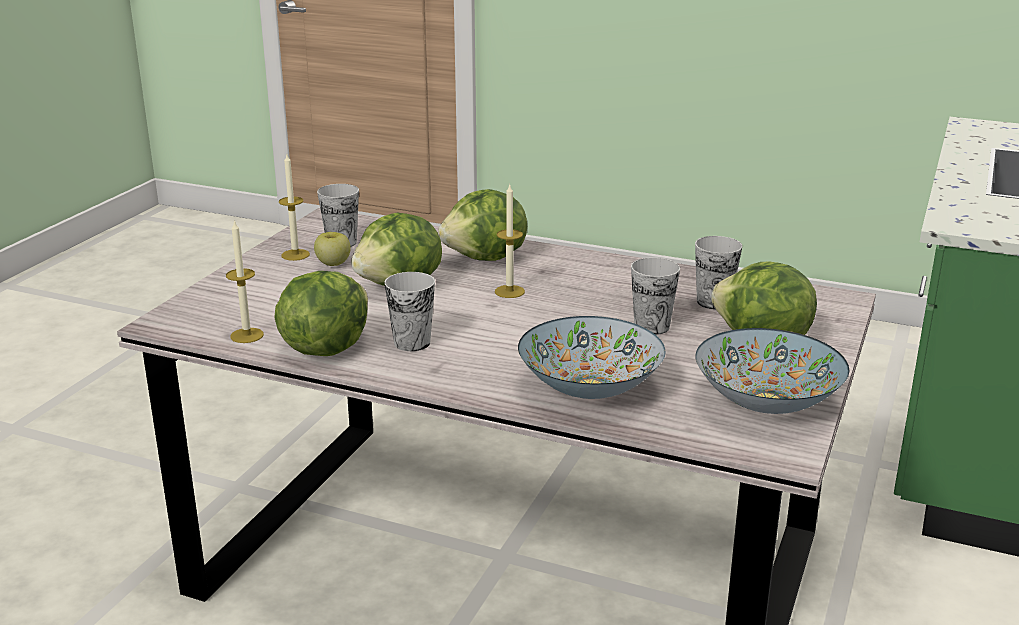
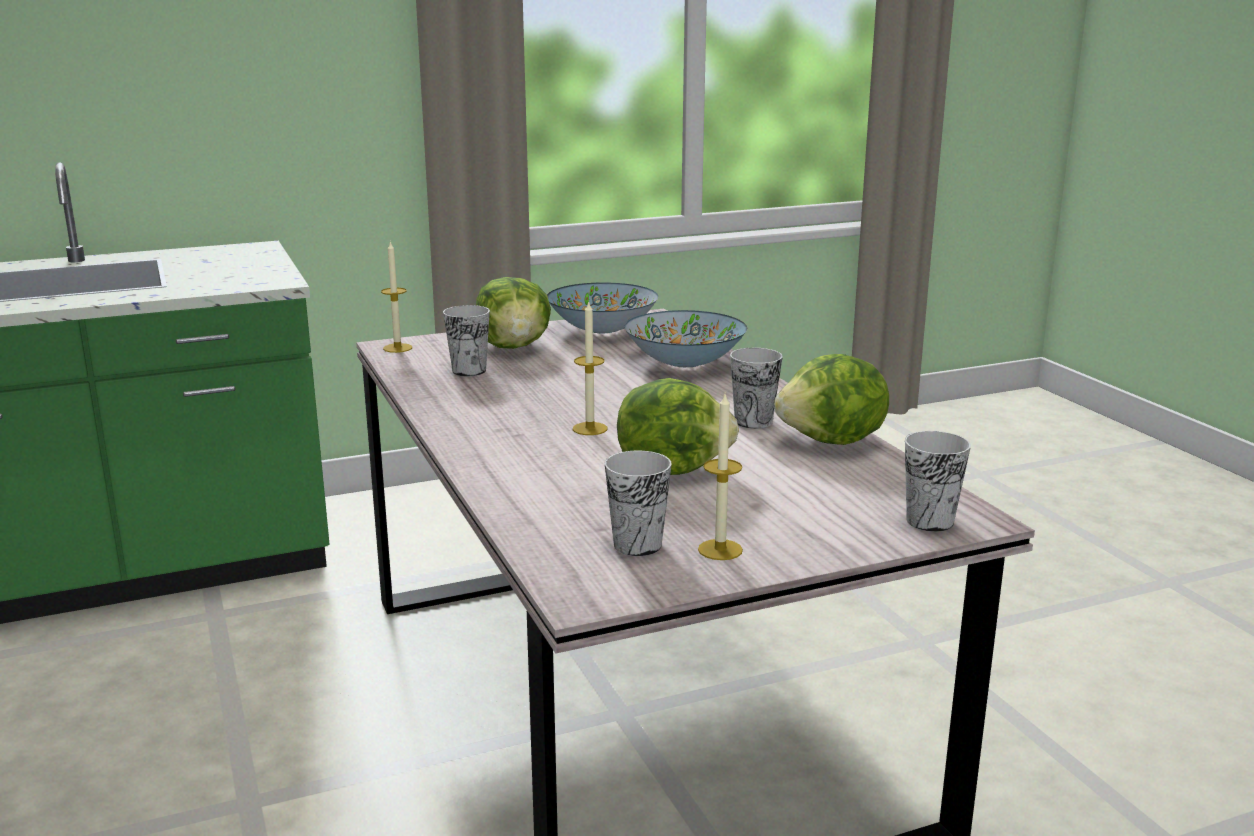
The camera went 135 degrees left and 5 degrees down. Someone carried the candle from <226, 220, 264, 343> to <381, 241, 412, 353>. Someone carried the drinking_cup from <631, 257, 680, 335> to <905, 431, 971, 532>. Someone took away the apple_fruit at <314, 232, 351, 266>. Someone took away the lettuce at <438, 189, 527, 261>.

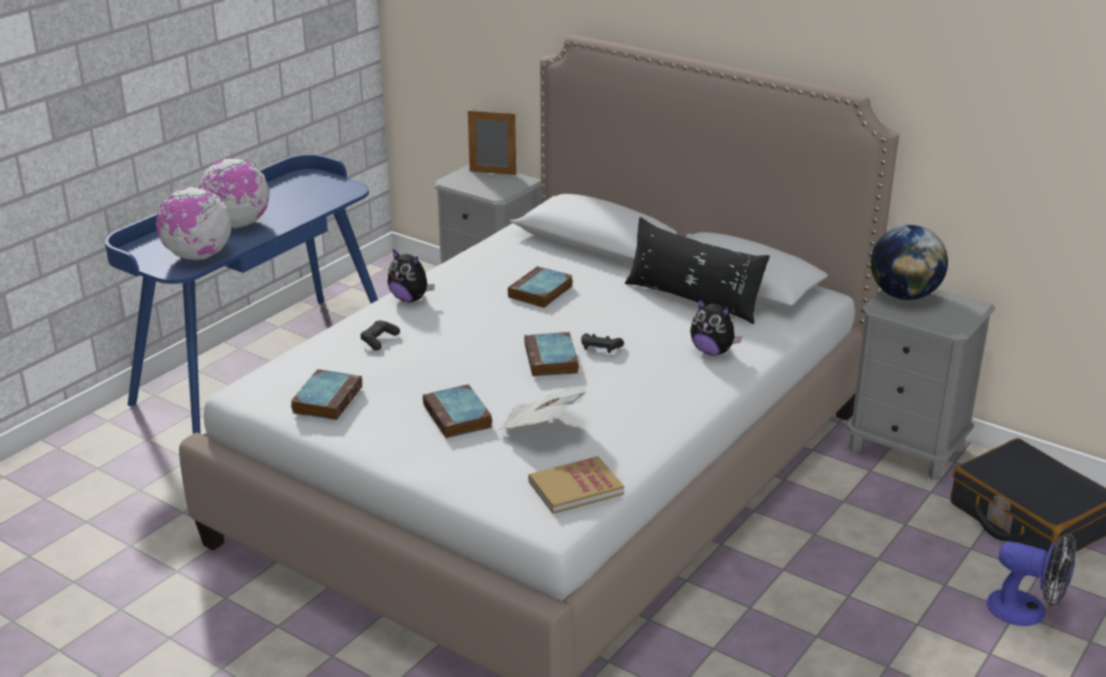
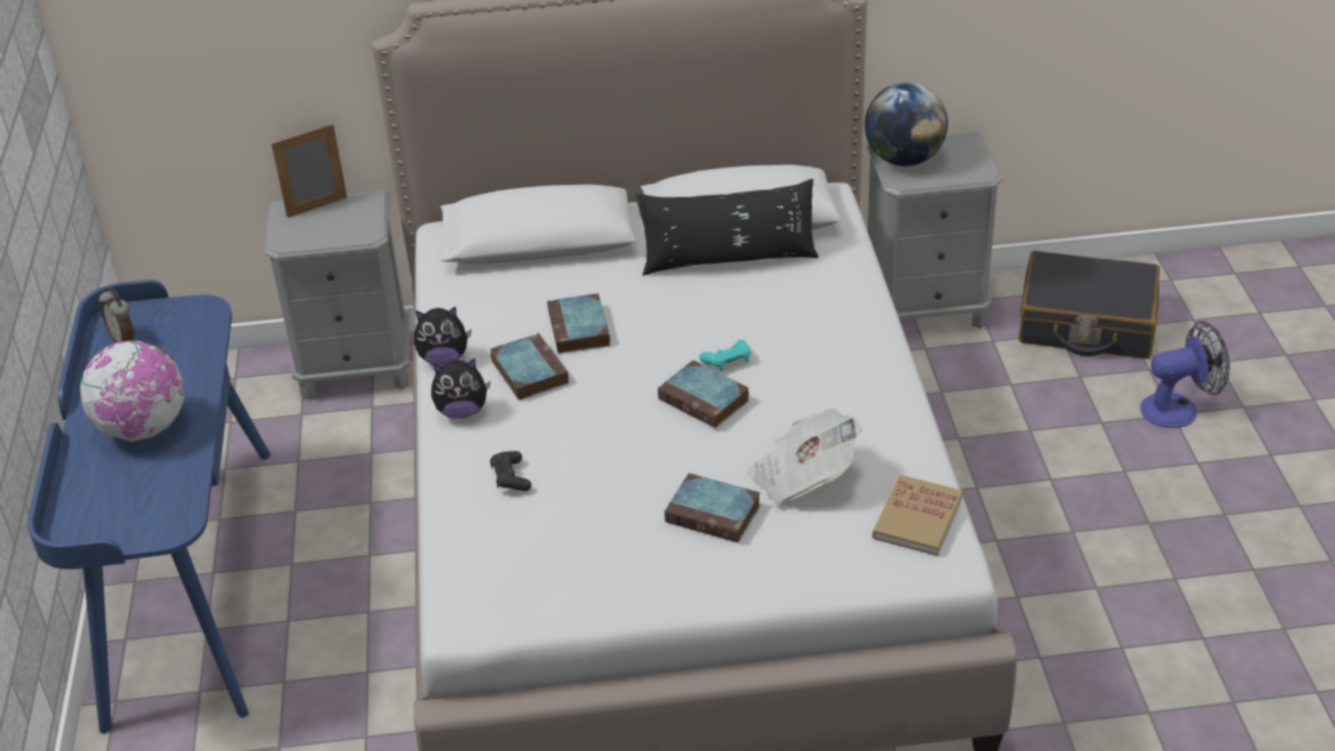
The camera went 40 degrees left and 10 degrees up. Someone put down the table_clock at <99, 287, 134, 343>. Someone carried the plush_toy from <690, 298, 742, 355> to <414, 306, 472, 365>. Someone carried the volume from <291, 369, 362, 420> to <490, 333, 568, 400>. Someone repainted the black-coloured_gamepad at <581, 333, 624, 353>, which became the blue-green_gamepad at <699, 340, 751, 371>. Someone took away the globe at <156, 187, 231, 261>.

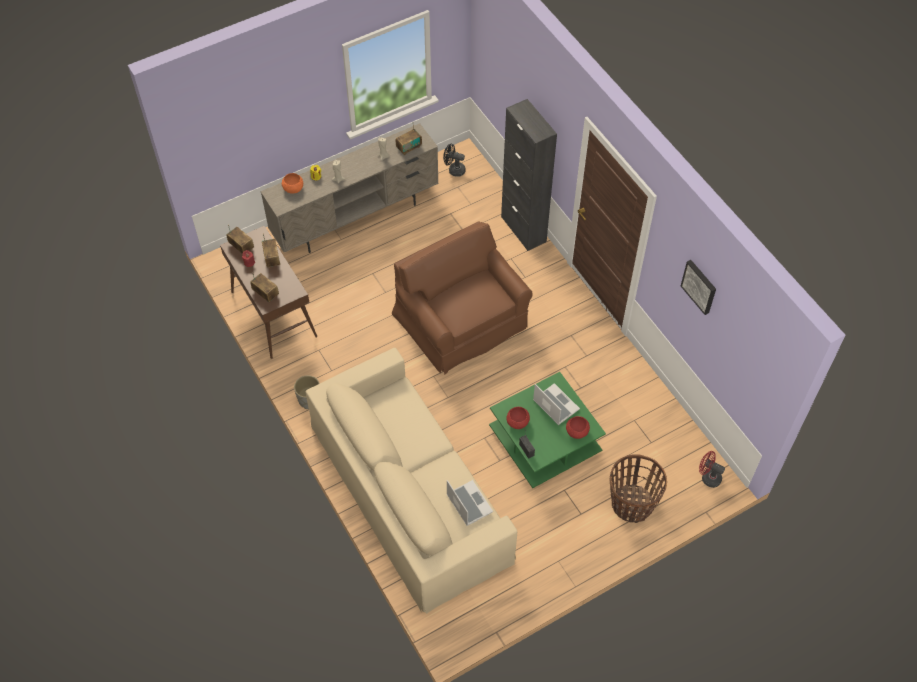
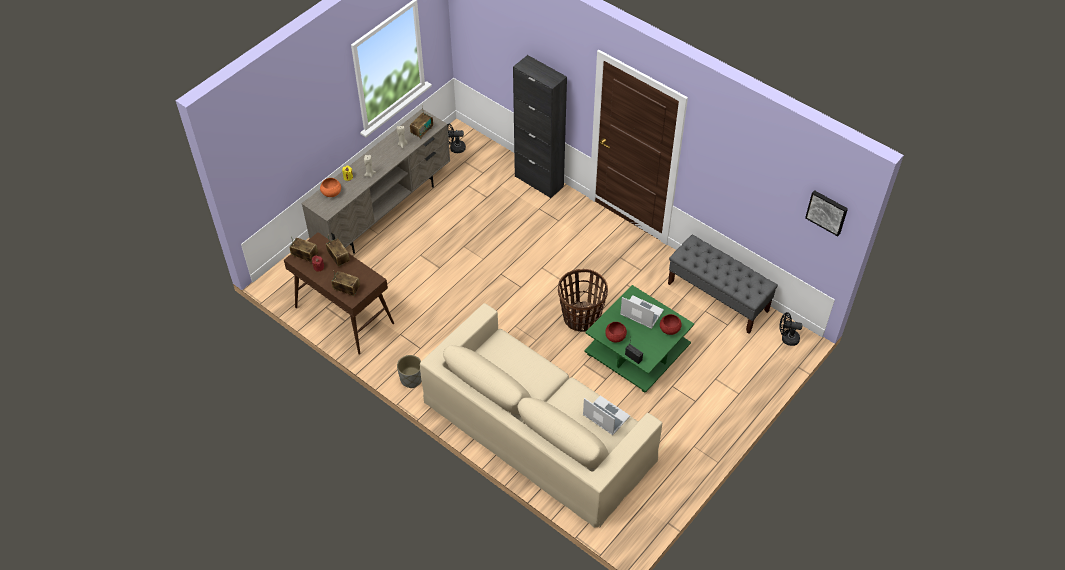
The camera went 20 degrees left and 5 degrees down. Someone carried the household_basket from <610, 454, 667, 523> to <558, 269, 608, 332>. Someone put down the grey_indoor_bench at <668, 235, 778, 334>. Someone repainted the red-coloured_electric_fan at <699, 451, 725, 488>, which became the black-coloured_electric_fan at <780, 312, 803, 346>. Someone carried the wall_art from <681, 260, 716, 315> to <805, 190, 848, 236>. Someone took away the brownish_armchair at <392, 222, 533, 375>.

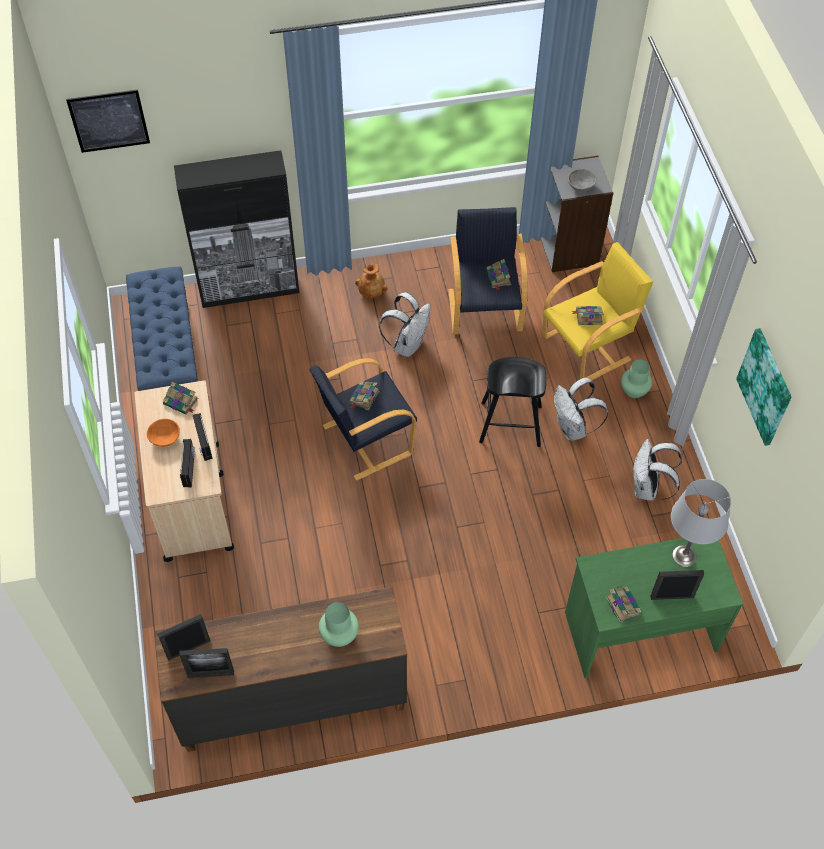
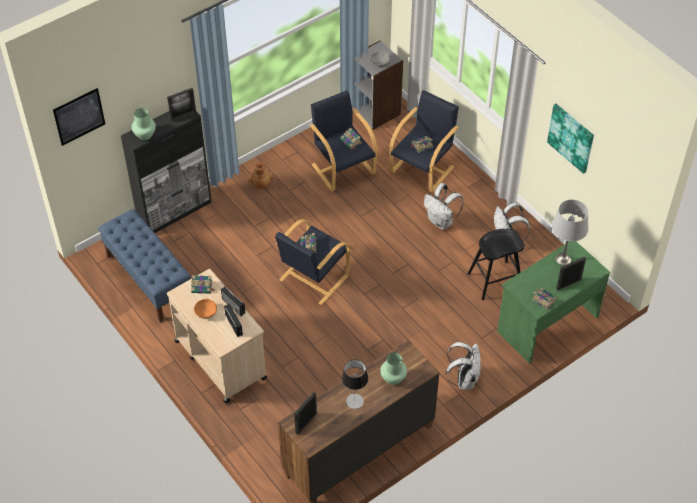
The camera went 25 degrees left and 5 degrees down. Someone carried the green_vase from <621, 360, 652, 398> to <132, 108, 156, 140>. Someone carried the picture_frame from <179, 648, 234, 678> to <167, 88, 196, 122>. Someone put down the tabletop_lamp at <342, 360, 368, 409>. Someone repainted the yellow_armchair at <542, 242, 653, 380>, which became the black-coloured_armchair at <389, 90, 459, 192>. Someone carried the whitish_rucksack from <379, 292, 431, 357> to <445, 342, 481, 390>. Someone carried the black-coloured_sitting_stool from <479, 357, 546, 447> to <468, 229, 524, 300>.

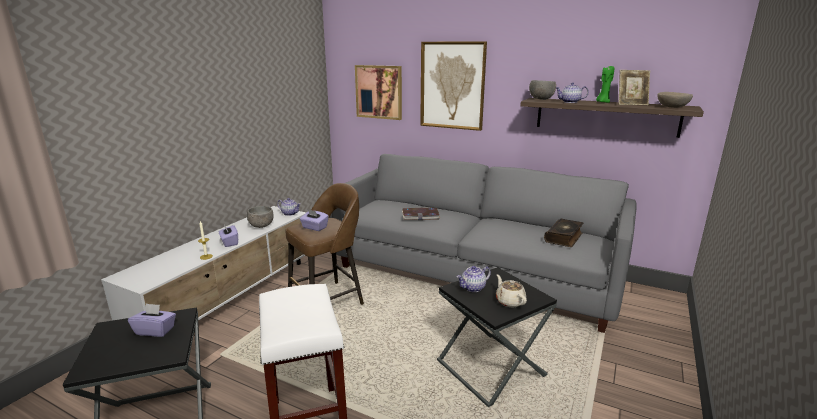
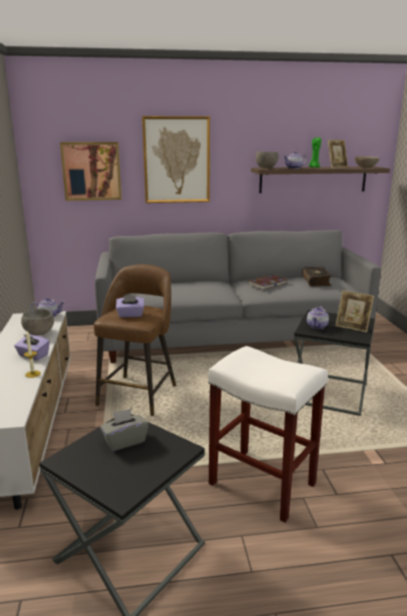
The camera went 35 degrees left and 0 degrees up. Someone repainted the purple-coloured_tissue_holder at <128, 303, 176, 337>, which became the grey_tissue_holder at <100, 408, 149, 451>. Someone carried the volume from <402, 208, 440, 220> to <248, 275, 288, 290>. Someone swapped the beige_pot_for_tea at <496, 274, 527, 307> for the picture_frame at <336, 290, 374, 332>.

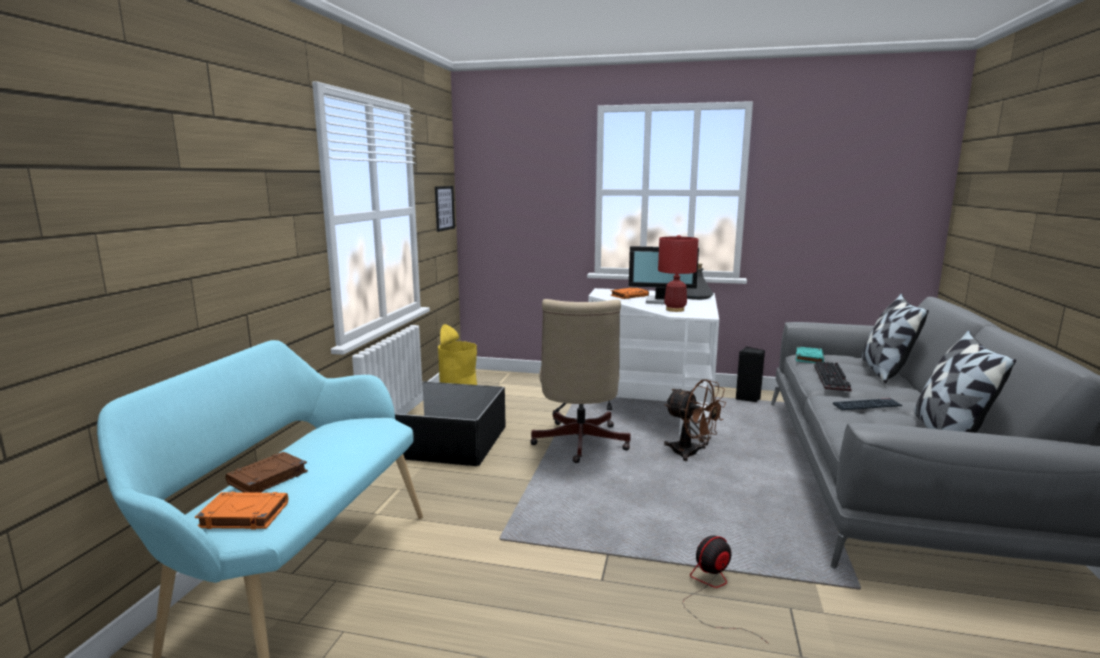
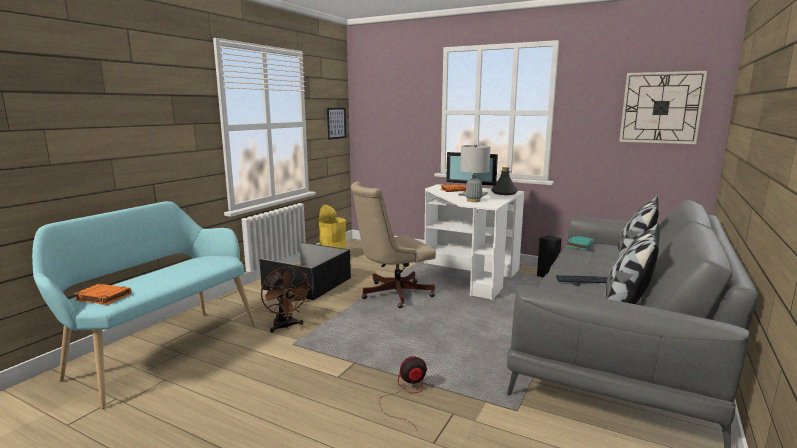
The camera went 15 degrees right and 0 degrees up. Someone carried the brownish_electric_fan from <664, 379, 726, 461> to <261, 266, 312, 333>. Someone rotated the beige_office_chair at <530, 299, 631, 463> by 45 degrees clockwise. Someone repainted the red-coloured_tabletop_lamp at <658, 235, 699, 312>, which became the grey_tabletop_lamp at <460, 144, 491, 202>. Someone put up the clock_on_the_wall at <619, 71, 707, 144>. Someone took away the brownish_volume at <226, 452, 308, 493>. Someone took away the keyboard at <814, 361, 852, 392>.

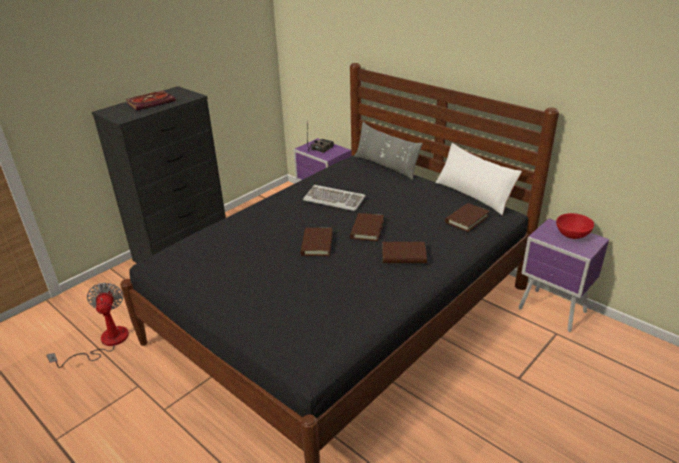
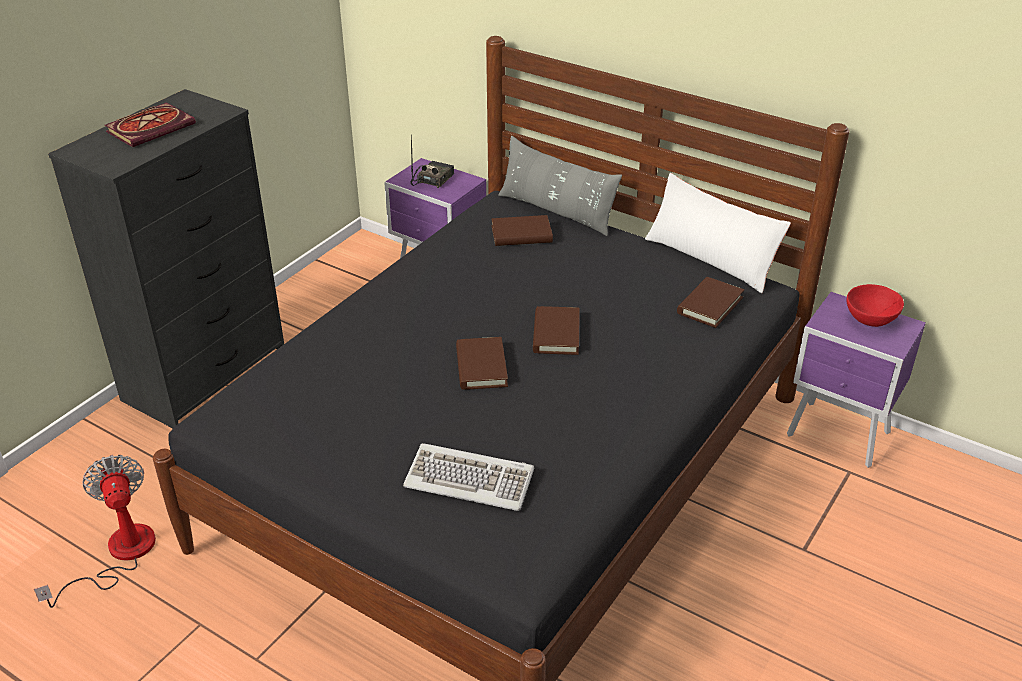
The camera went 10 degrees left and 5 degrees up. Someone carried the keyboard from <303, 185, 366, 211> to <403, 443, 534, 511>. Someone carried the brownish_volume from <382, 242, 427, 263> to <491, 215, 553, 246>.

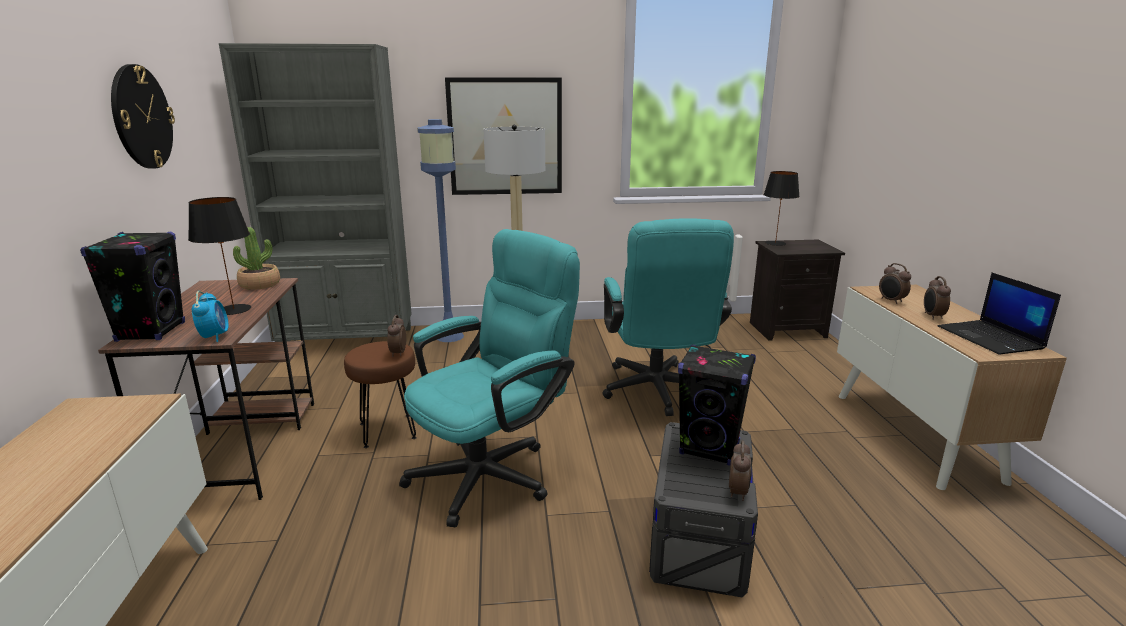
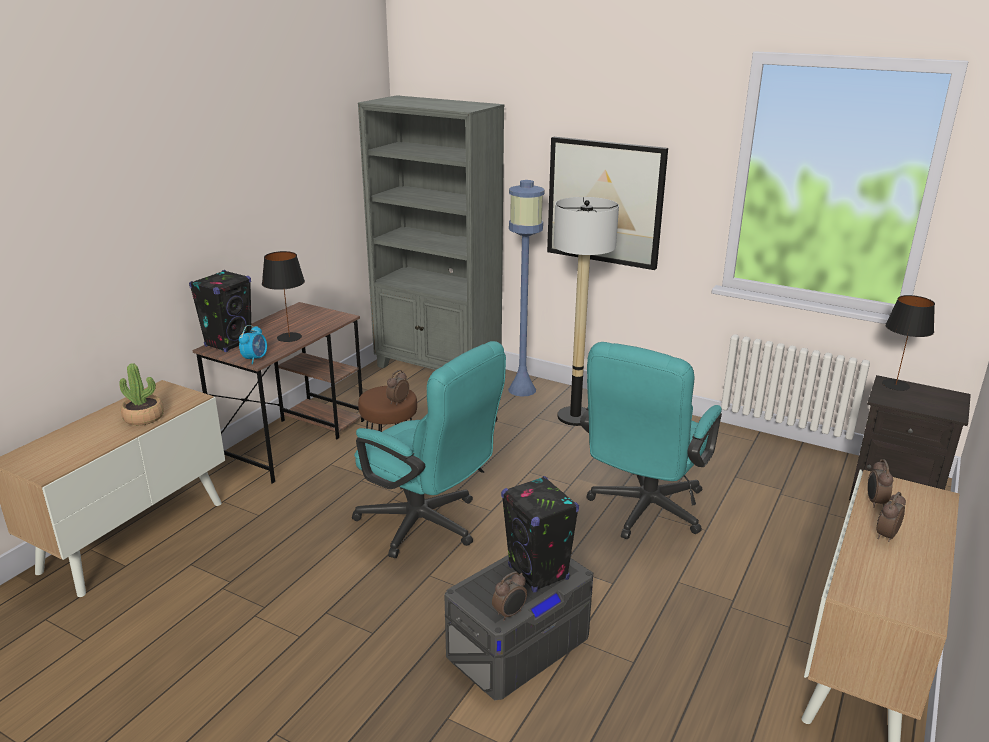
The camera went 35 degrees right and 5 degrees up. Someone carried the houseplant from <233, 227, 280, 290> to <119, 363, 164, 425>. Someone rotated the blue-green_office_chair at <399, 229, 580, 527> by 45 degrees clockwise. Someone took away the clock_on_the_wall at <111, 64, 175, 169>. Someone took away the laptop at <938, 273, 1061, 355>.

